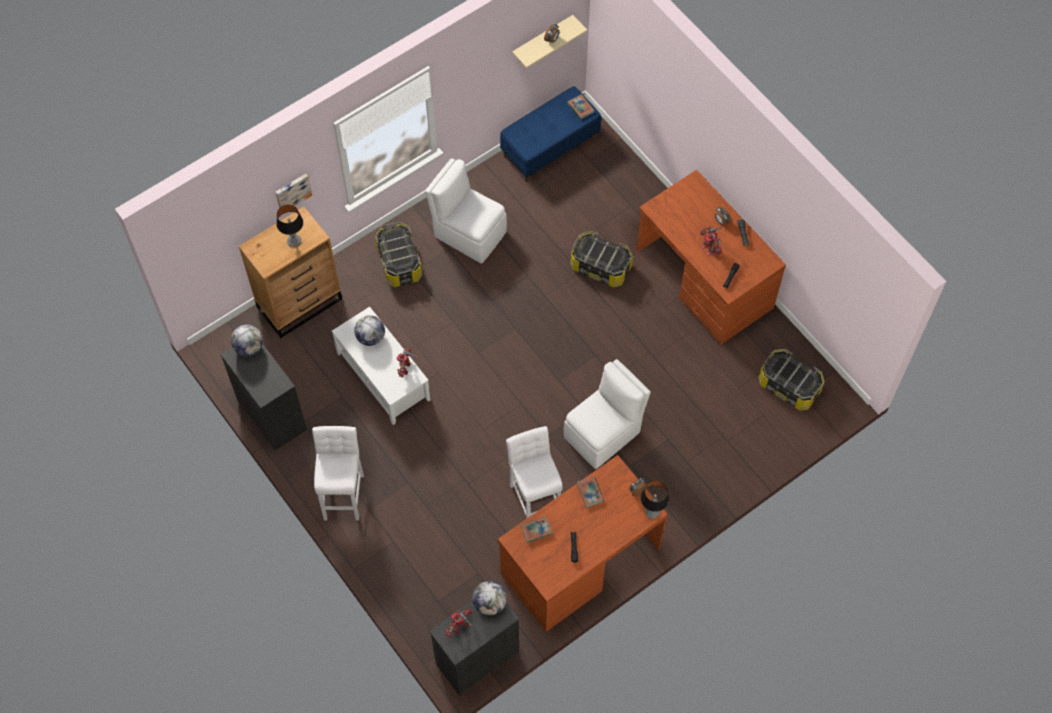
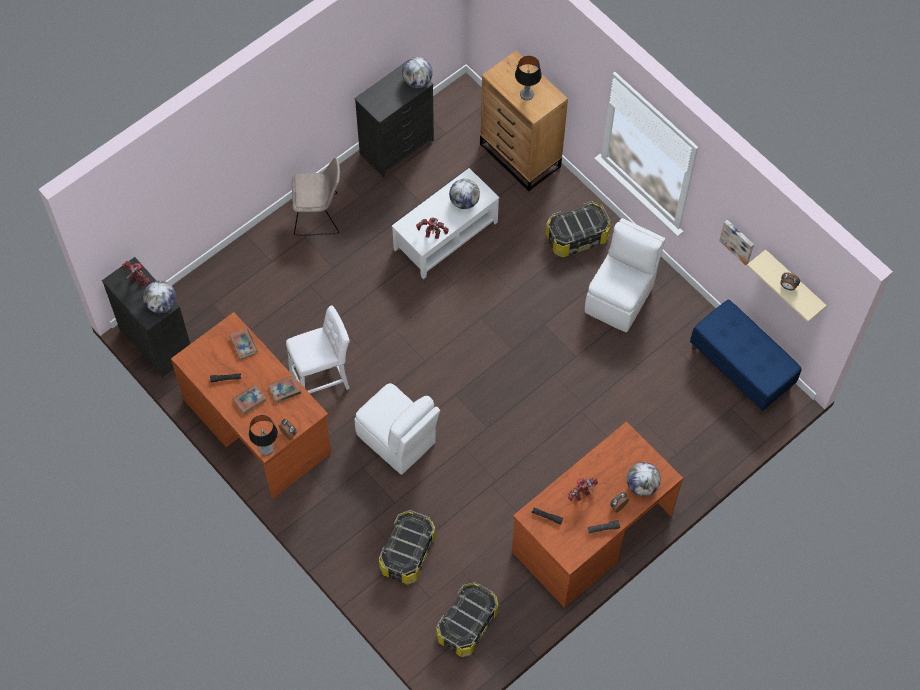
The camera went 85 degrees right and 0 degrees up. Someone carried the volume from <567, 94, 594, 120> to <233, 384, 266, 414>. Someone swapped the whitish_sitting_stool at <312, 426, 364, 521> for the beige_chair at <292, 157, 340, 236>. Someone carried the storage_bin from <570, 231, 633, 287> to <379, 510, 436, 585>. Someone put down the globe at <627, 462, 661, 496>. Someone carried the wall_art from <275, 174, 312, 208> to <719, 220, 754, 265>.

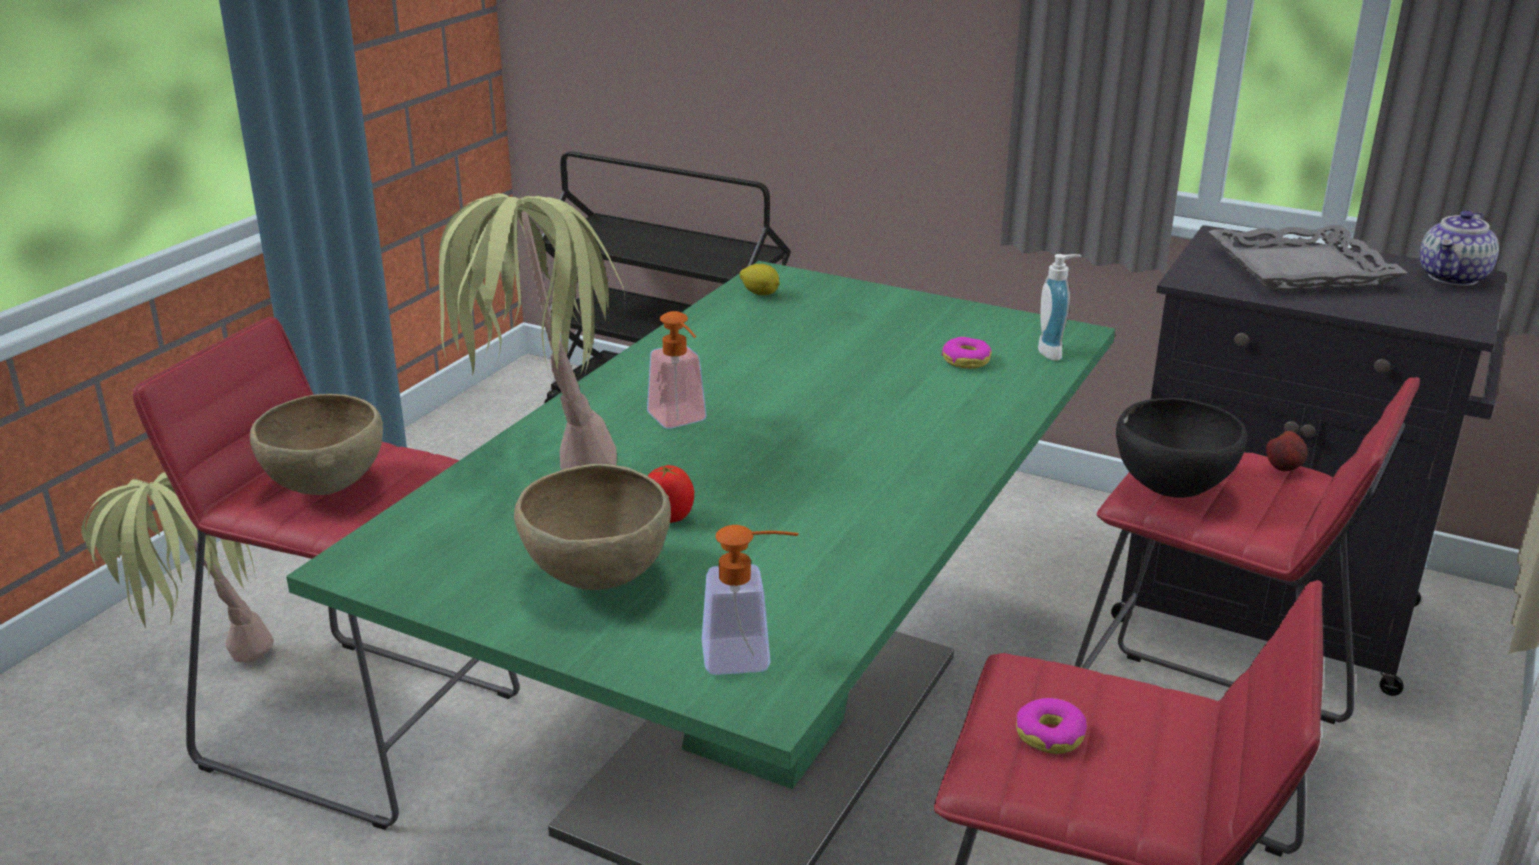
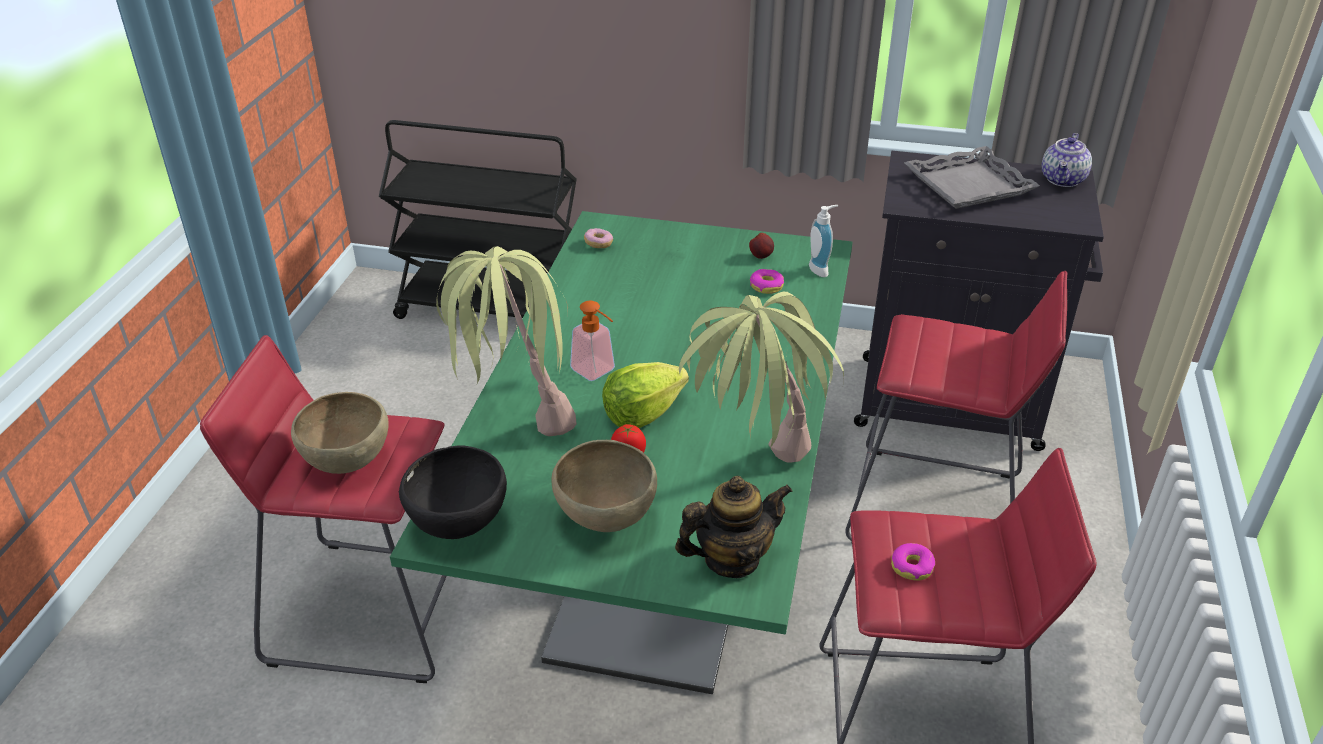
The camera went 15 degrees left and 10 degrees up. Someone carried the black-coloured_deep_dish from <1116, 398, 1247, 498> to <399, 445, 507, 539>. Someone swapped the whole_lemon at <740, 264, 780, 295> for the donut at <584, 228, 613, 248>. Someone put down the lettuce at <602, 362, 689, 428>. Someone swapped the soap_bottle at <702, 525, 799, 675> for the pot_for_tea at <675, 476, 792, 578>. Someone carried the houseplant from <81, 472, 274, 663> to <679, 291, 844, 463>. Someone carried the apple_fruit from <1266, 431, 1308, 471> to <749, 233, 774, 259>.

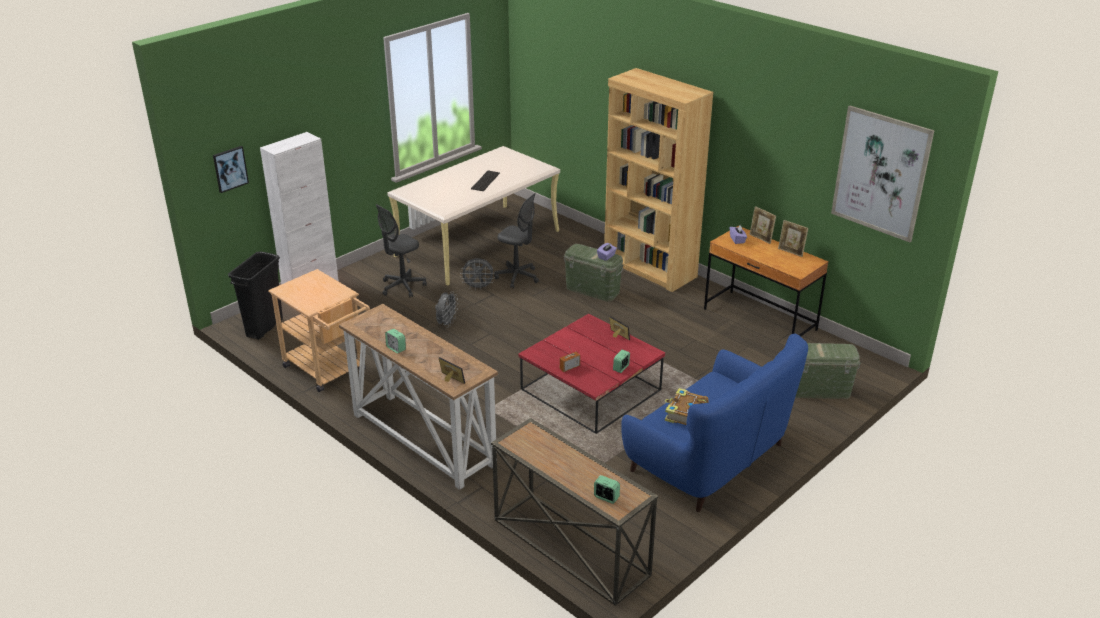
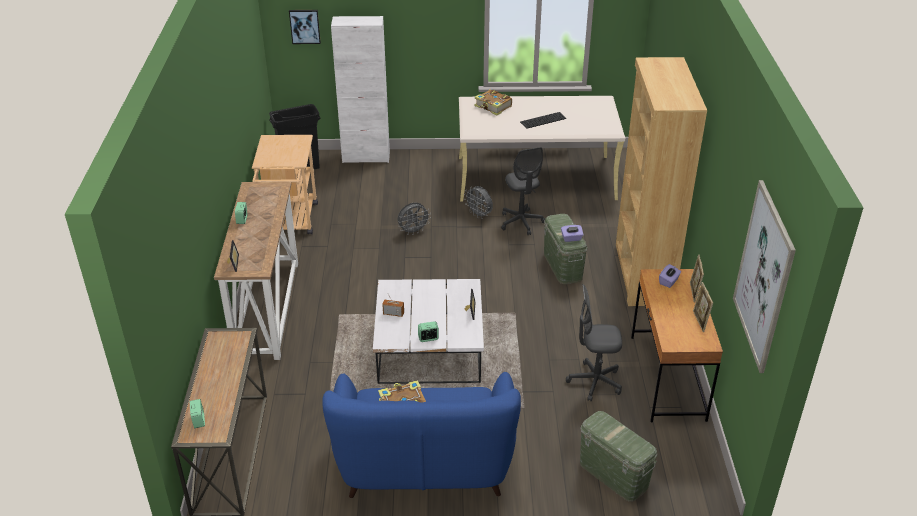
The camera went 45 degrees right and 5 degrees up. Someone repainted the red-coloured_coffee_table at <518, 314, 665, 434>, which became the whitish_coffee_table at <373, 279, 484, 384>. Someone put down the volume at <475, 89, 512, 115>. Someone carried the grey_office_chair from <376, 204, 427, 297> to <566, 284, 622, 401>.

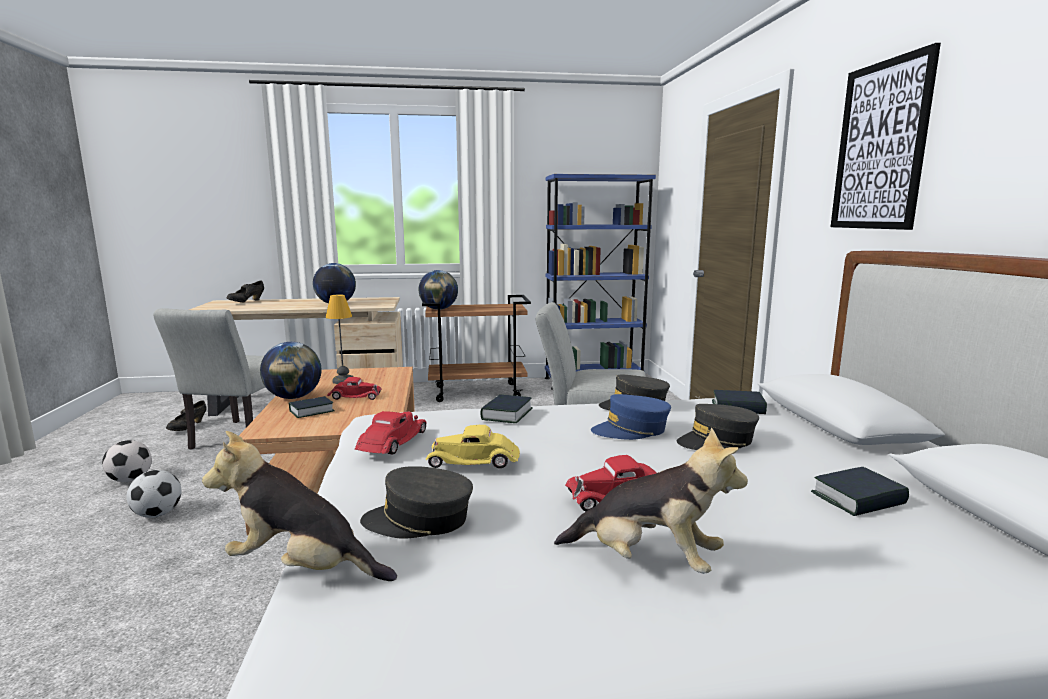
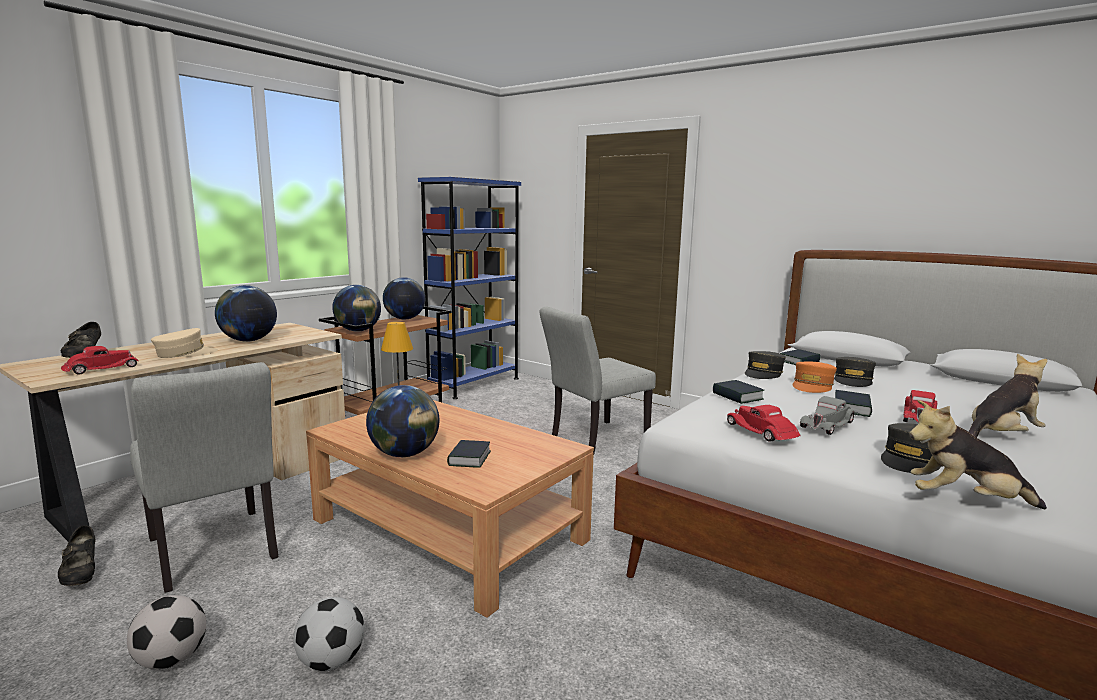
The camera went 45 degrees left and 0 degrees up. Someone carried the red-coloured_toy_car from <327, 377, 382, 400> to <61, 346, 139, 375>. Someone put down the beige_cap at <151, 328, 218, 358>. Someone put down the globe at <383, 277, 425, 319>. Someone repainted the blue-coloured_cap at <591, 394, 671, 440>, which became the orangey_cap at <792, 361, 837, 393>. Someone repainted the yellow_toy_car at <426, 425, 520, 468>, which became the grey_toy_car at <800, 396, 856, 435>. Someone carried the volume from <811, 467, 909, 516> to <835, 390, 872, 417>. Someone rotated the plush_toy at <202, 431, 397, 581> by 45 degrees clockwise. Someone took away the wall_art at <831, 43, 941, 230>.

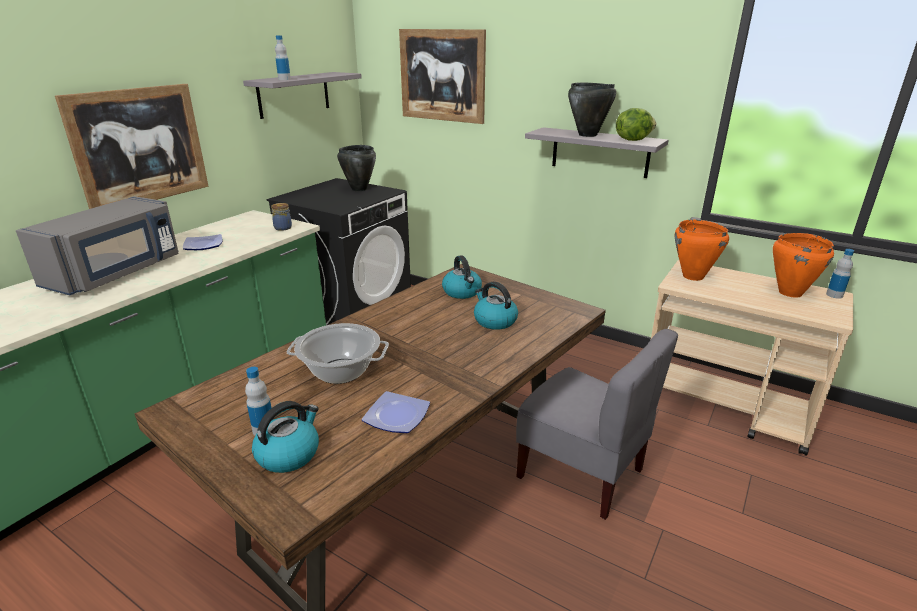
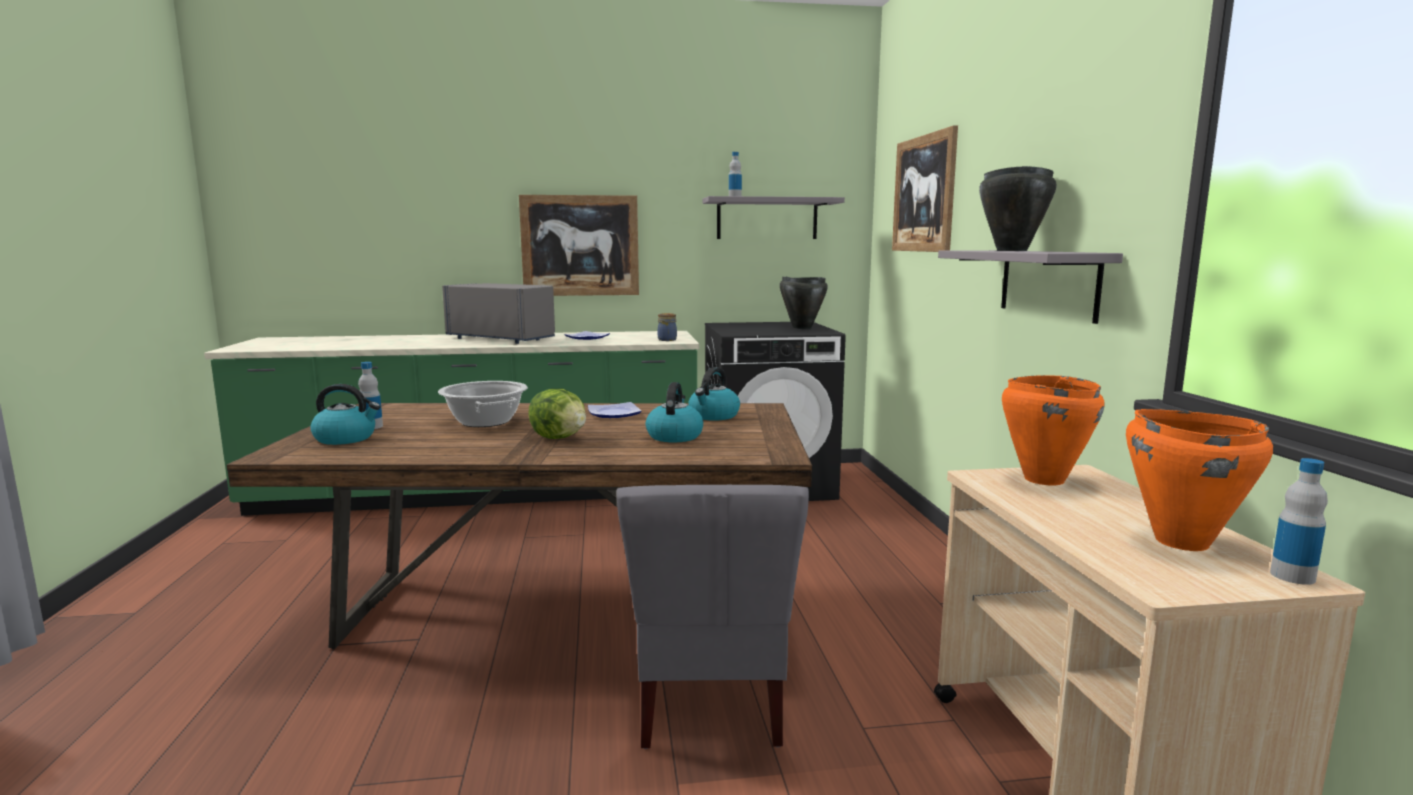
The camera went 50 degrees right and 15 degrees down. Someone rotated the grey_kitchen_microwave at <16, 196, 179, 295> by 135 degrees counterclockwise. Someone carried the lettuce from <616, 108, 656, 141> to <528, 389, 586, 439>. Someone carried the flat_dish from <362, 391, 430, 433> to <588, 402, 642, 418>.

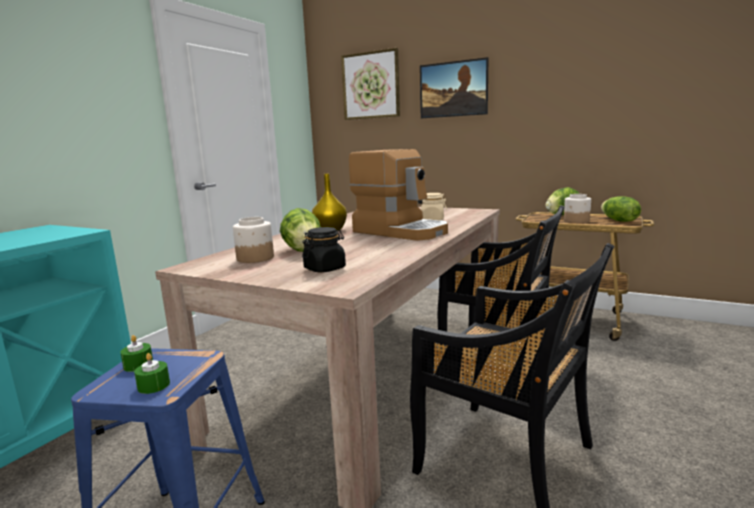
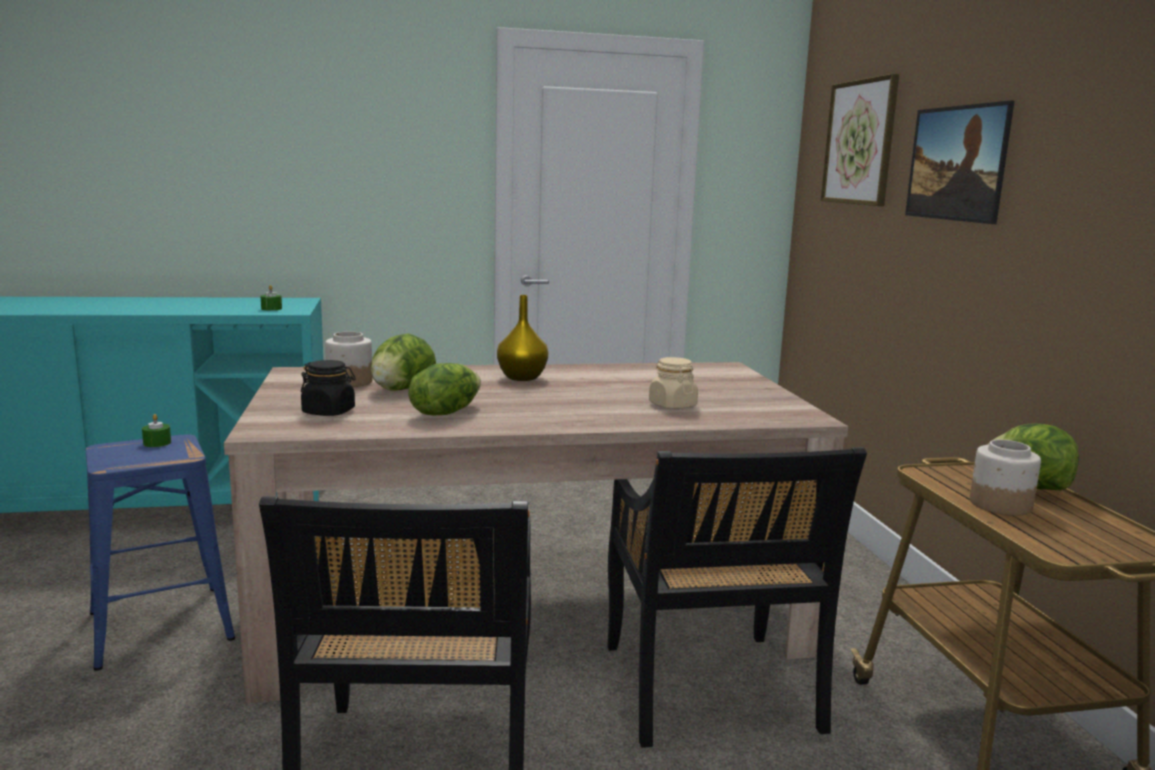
The camera went 50 degrees right and 0 degrees up. Someone carried the green_candle from <134, 353, 170, 394> to <261, 285, 282, 311>. Someone carried the lettuce from <601, 196, 641, 222> to <408, 363, 481, 416>. Someone took away the coffee_brewer at <349, 149, 448, 241>.

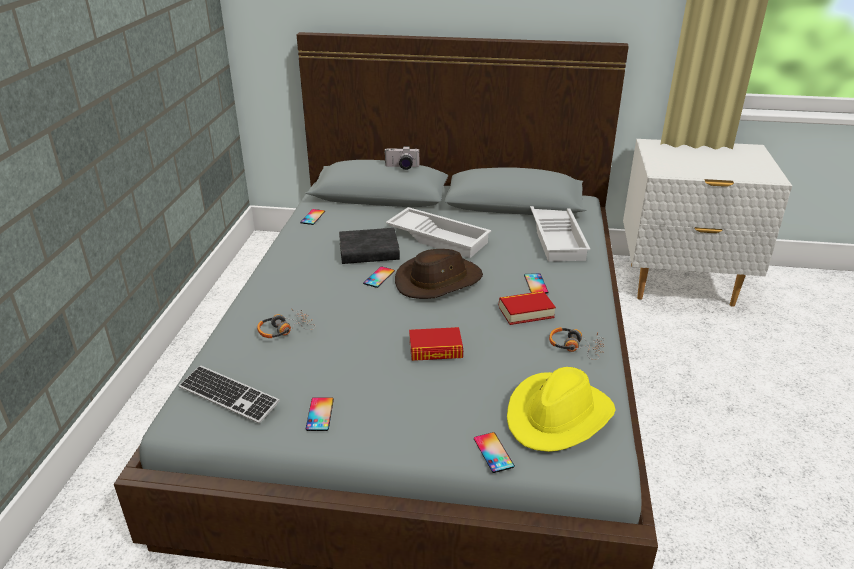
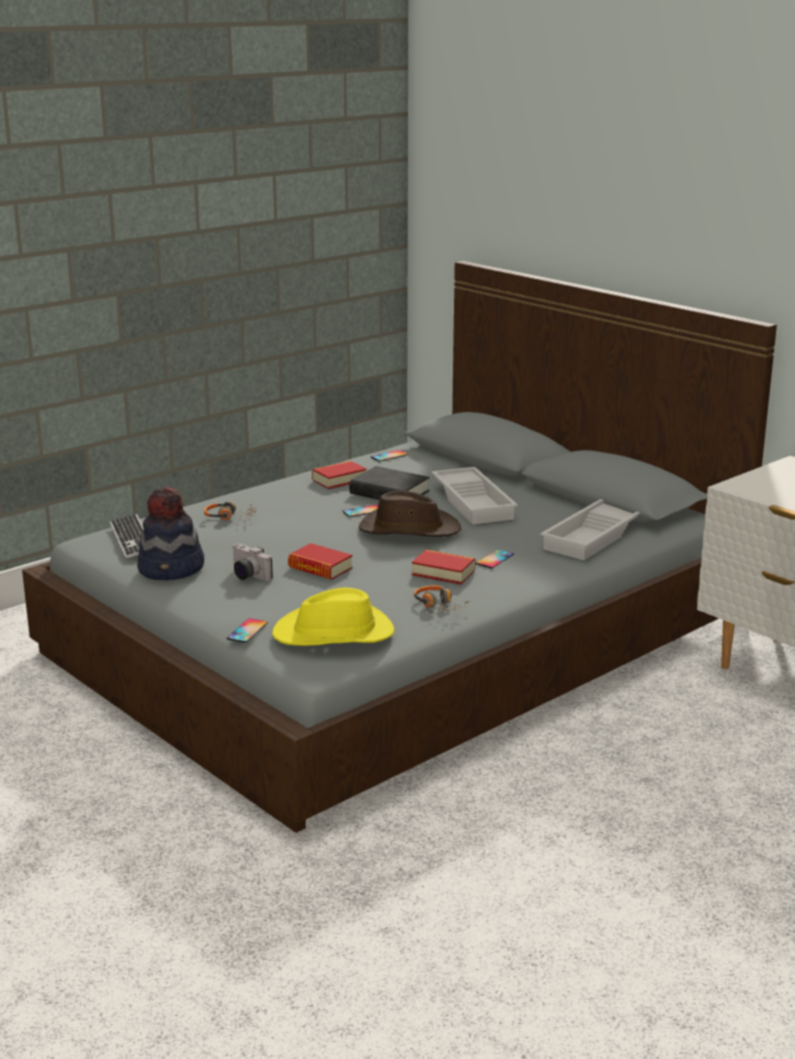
The camera went 40 degrees right and 10 degrees down. Someone swapped the telephone at <306, 397, 334, 431> for the clothing_hat at <137, 486, 204, 580>. Someone carried the still_camera from <385, 146, 420, 170> to <233, 544, 273, 581>. Someone put down the volume at <312, 461, 367, 489>.

